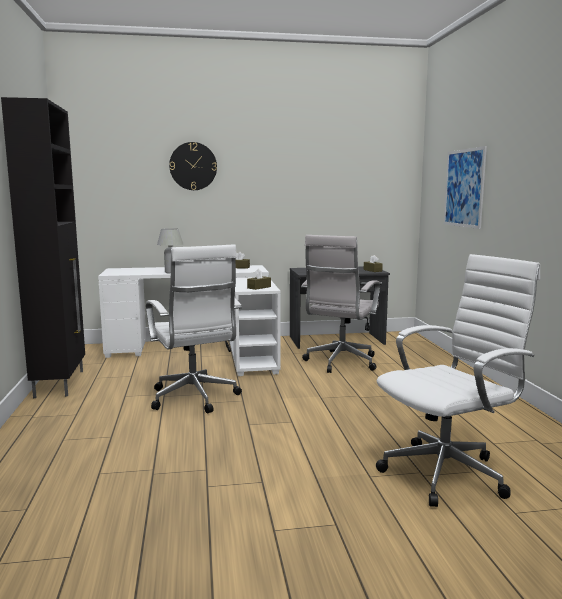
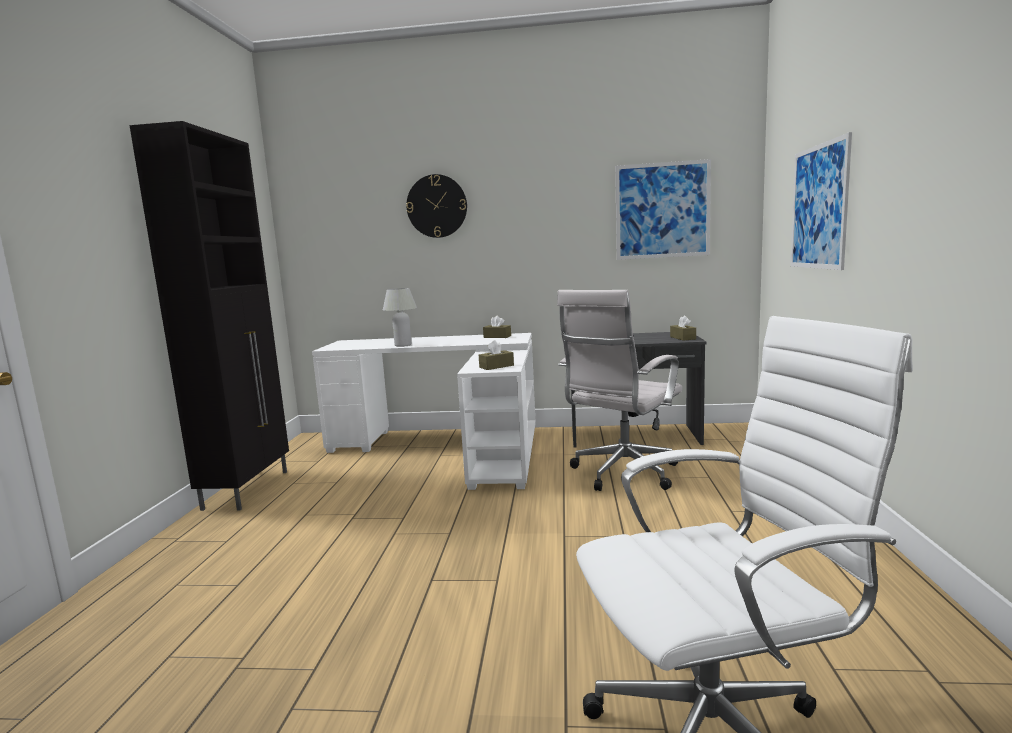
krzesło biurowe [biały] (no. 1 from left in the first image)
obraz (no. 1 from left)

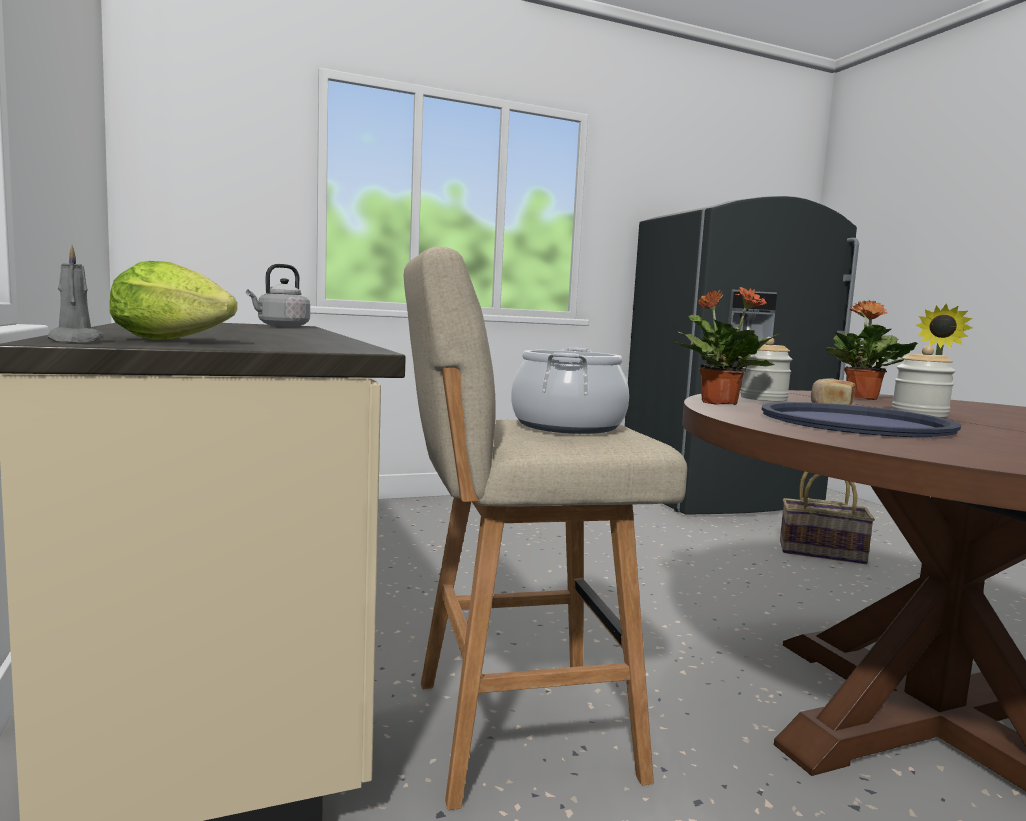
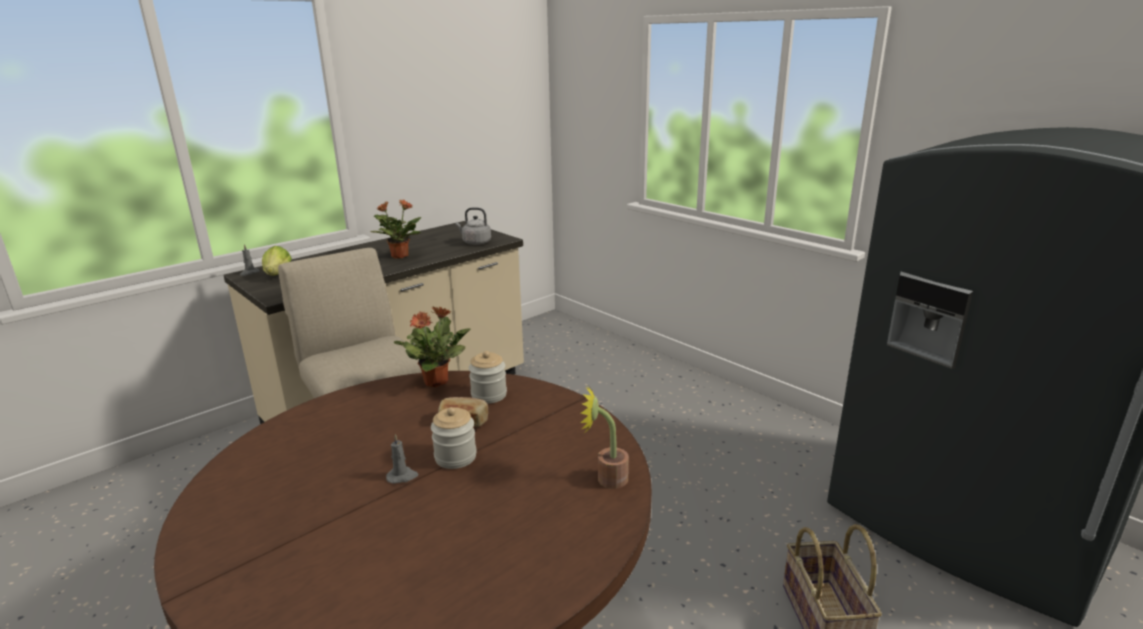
garnek
taca [niebieski]
roślina doniczkowa (no. 1 from left)
świeca [szary] (no. 2 from left)

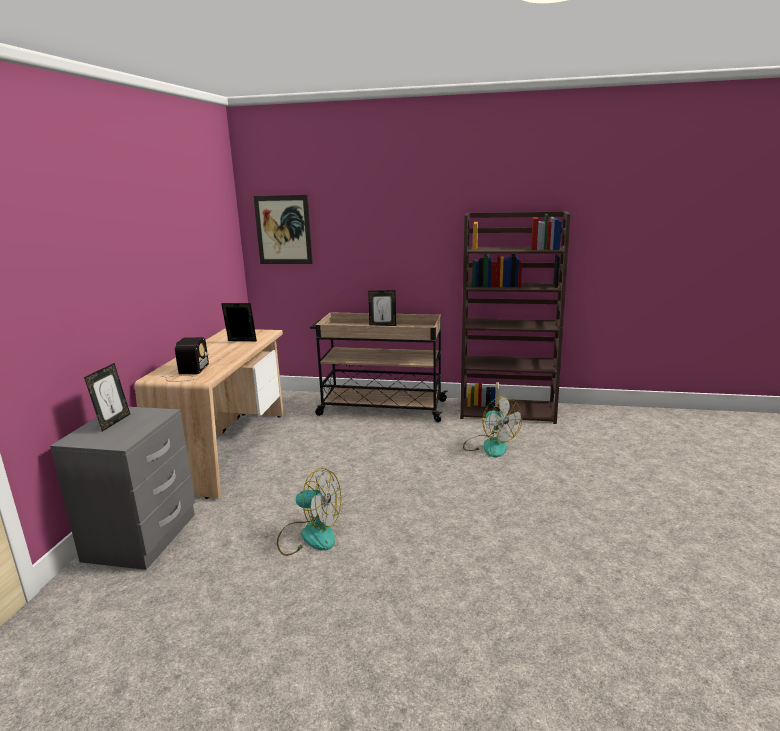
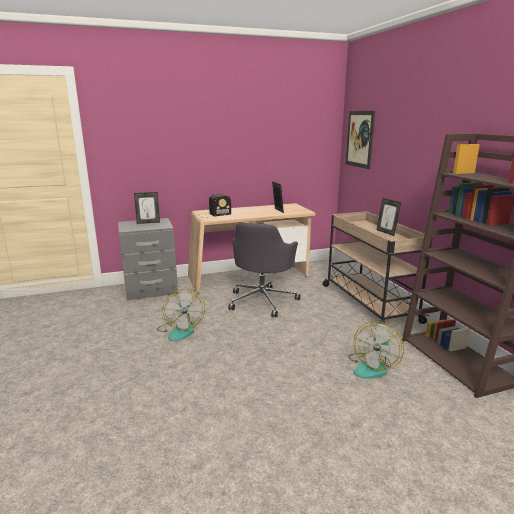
krzesło biurowe [szary]

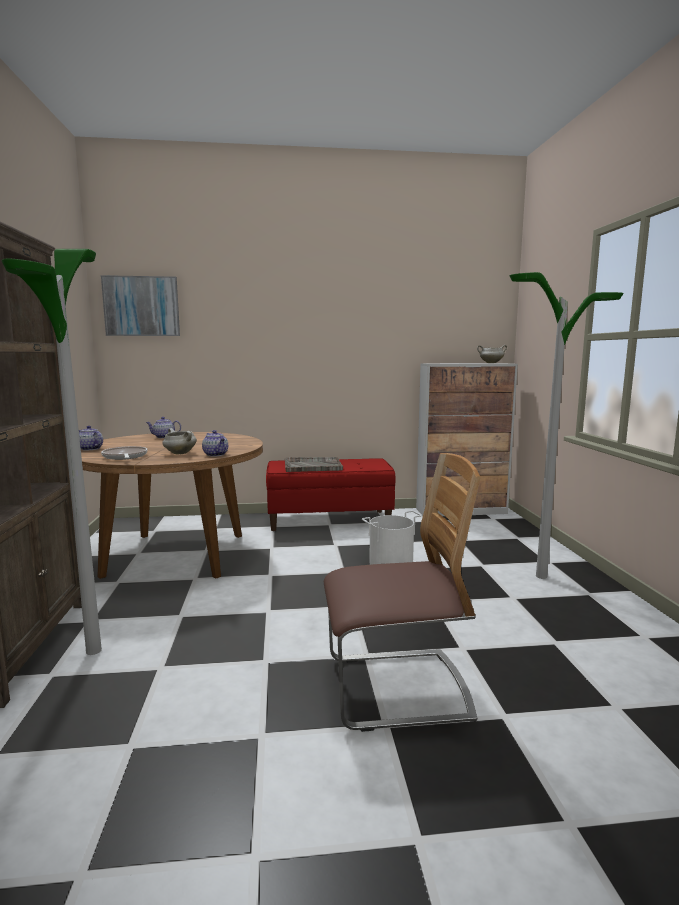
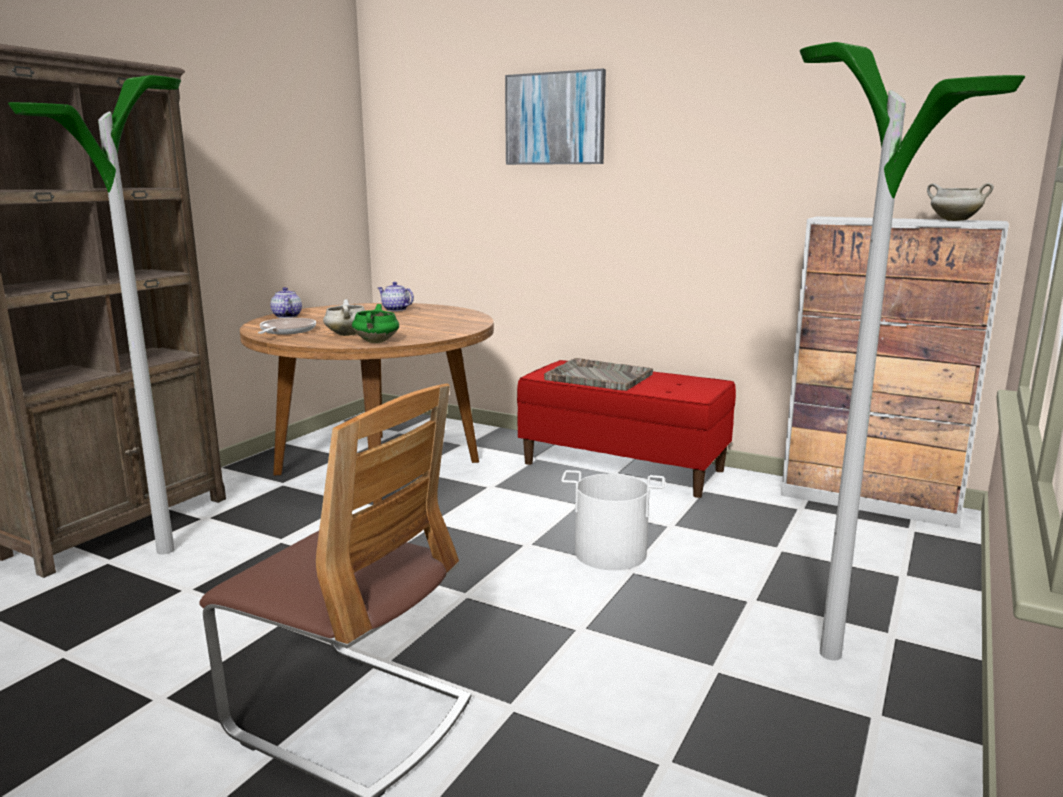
obraz
garnek [zielony]

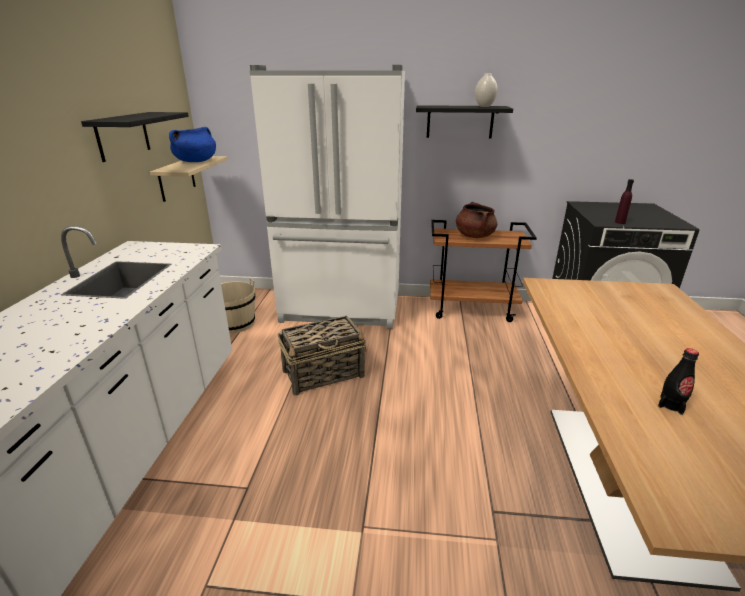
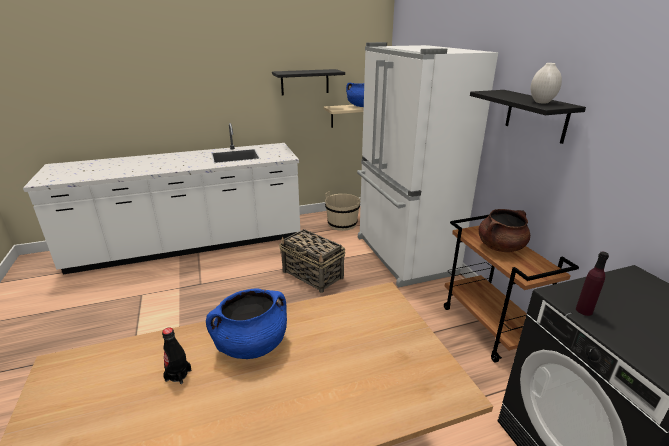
garnek [niebieski] (no. 1 from left)

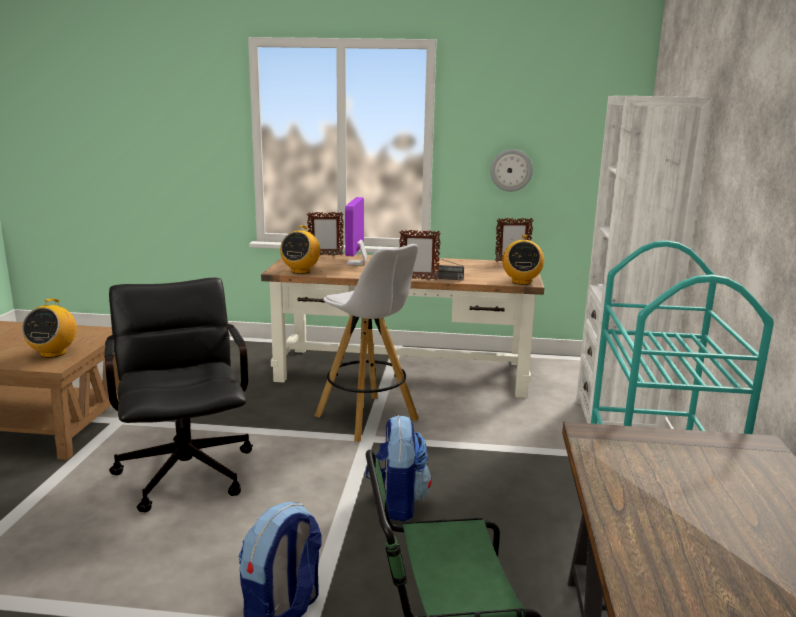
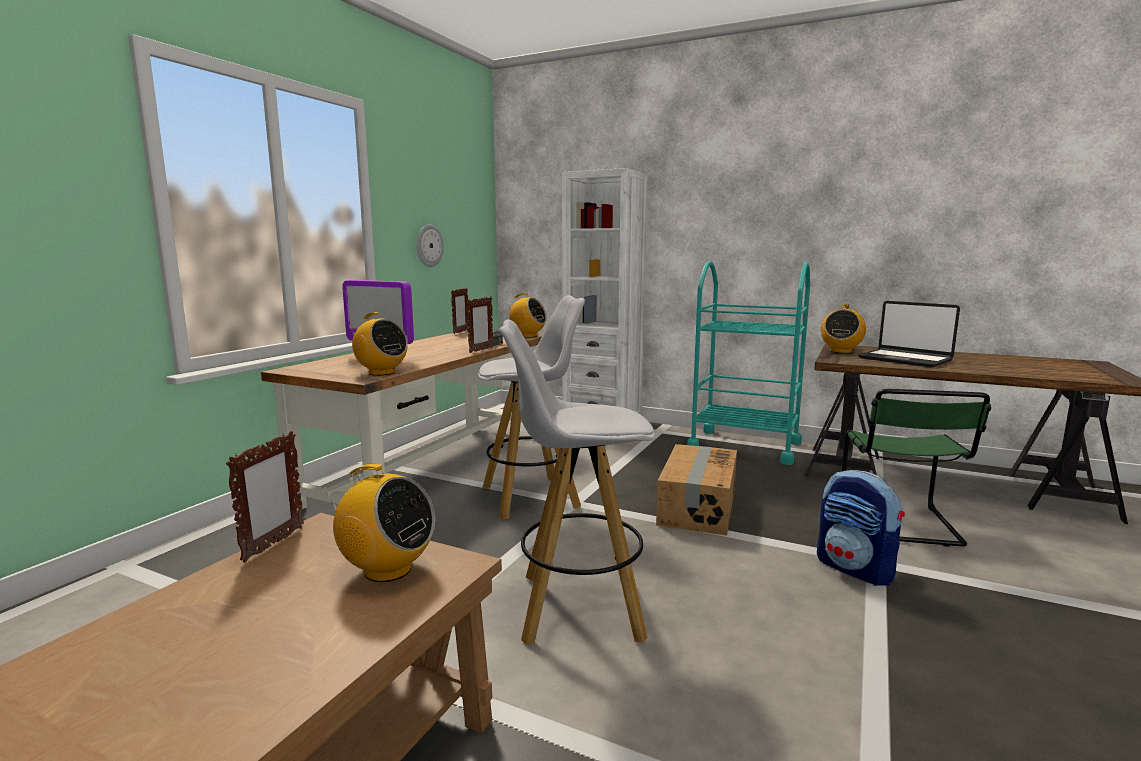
stołek [biały] (no. 2 from left)
ramka na zdjęcie (no. 1 from left)
karton
radio (no. 5 from left)
laptop

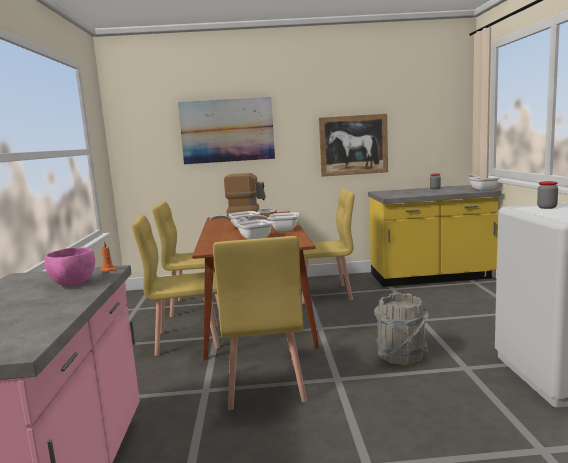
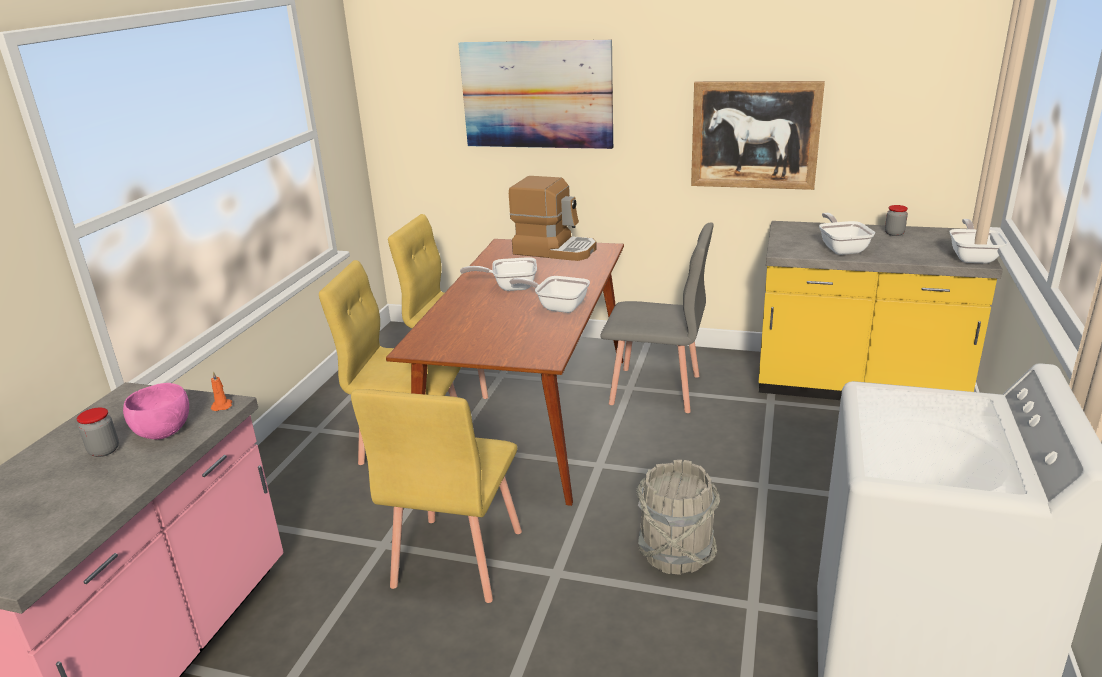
patelnia (no. 3 from left)
krzesło [szary]
słoik (no. 1 from left)

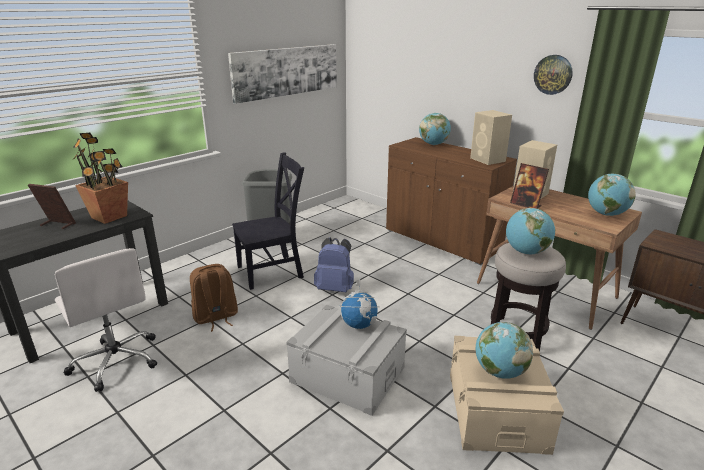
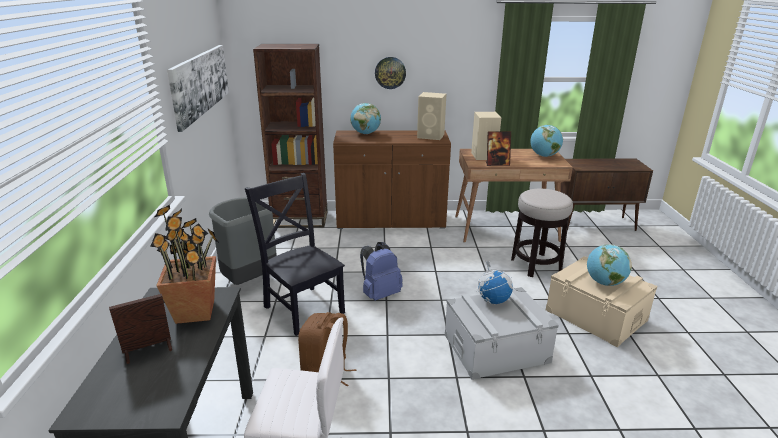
krzesło [czarny]
globus (no. 4 from left in the first image)
zegar ścienny
regał [brązowy]

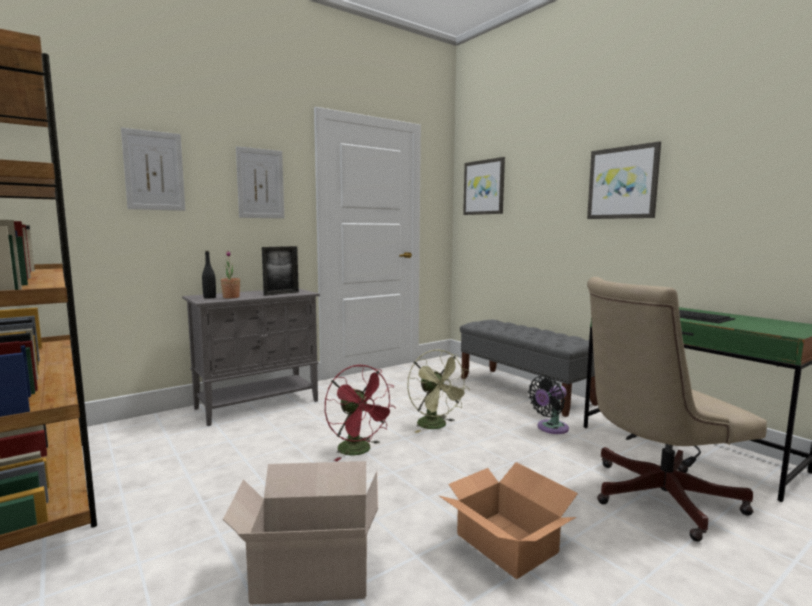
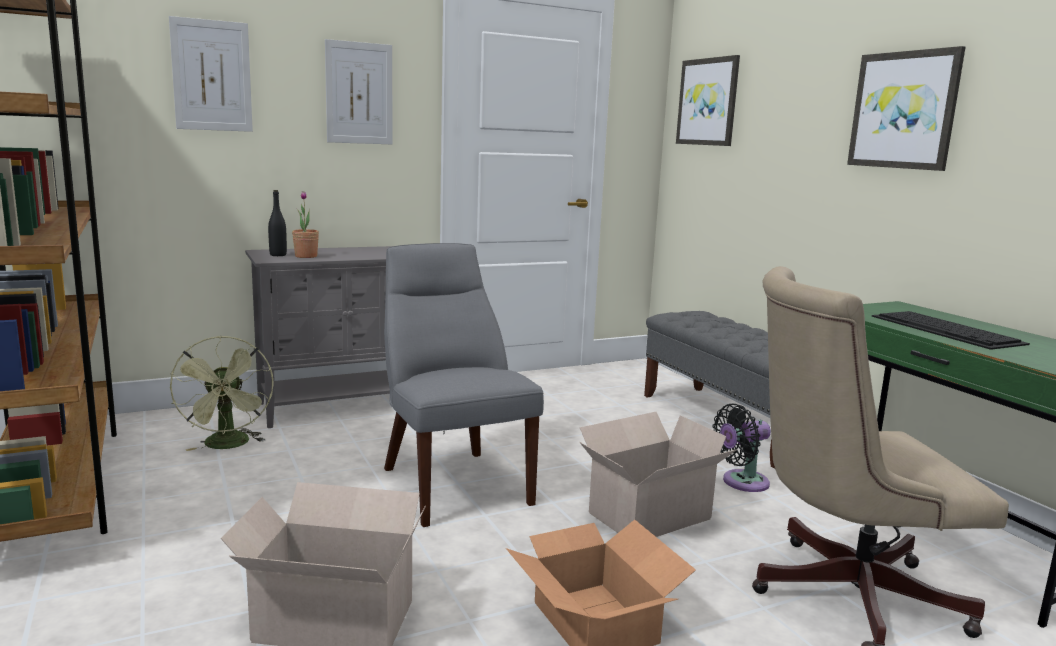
ramka na zdjęcie
krzesło [szary]
wentylator [zielony]
karton (no. 3 from left)

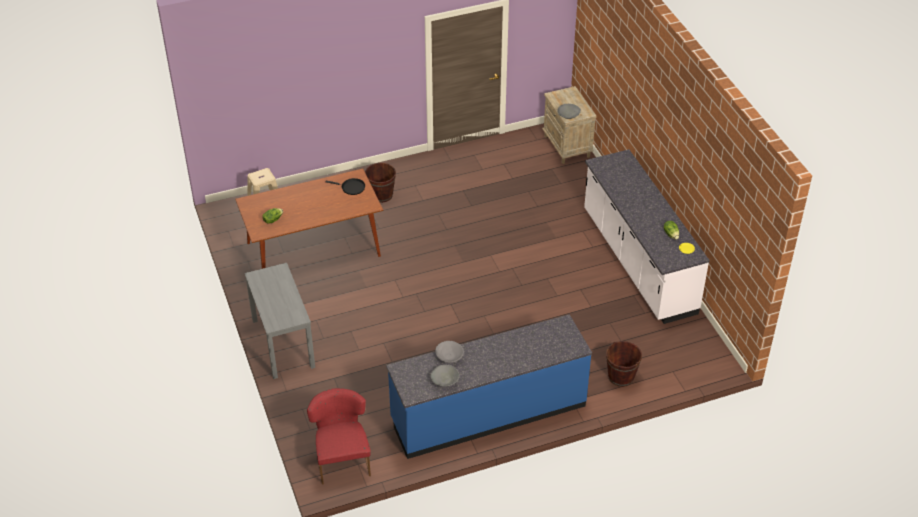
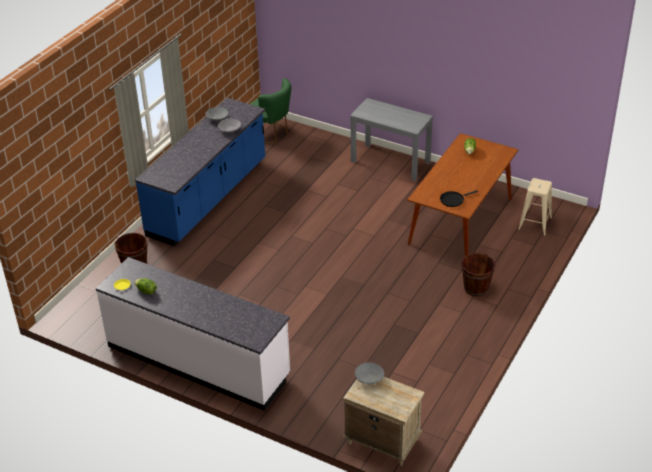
krzesło [zielony]

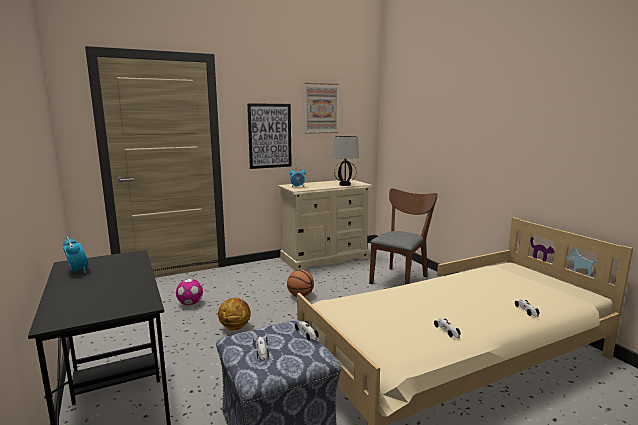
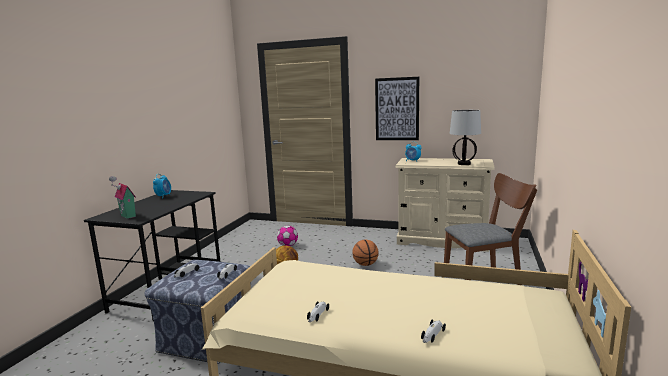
obraz (no. 2 from left in the first image)
domek

